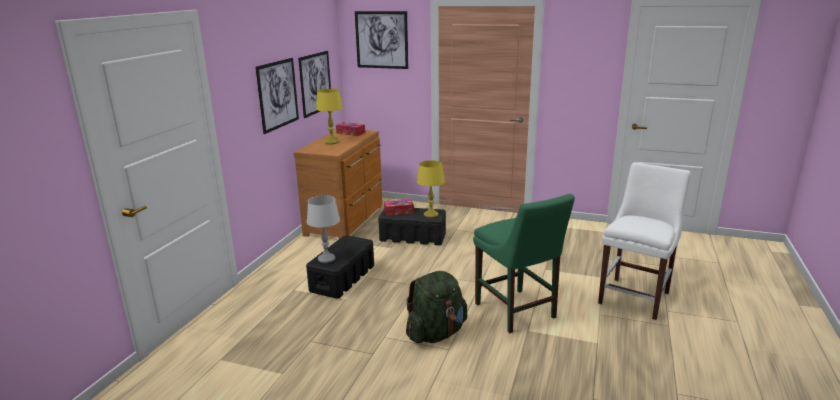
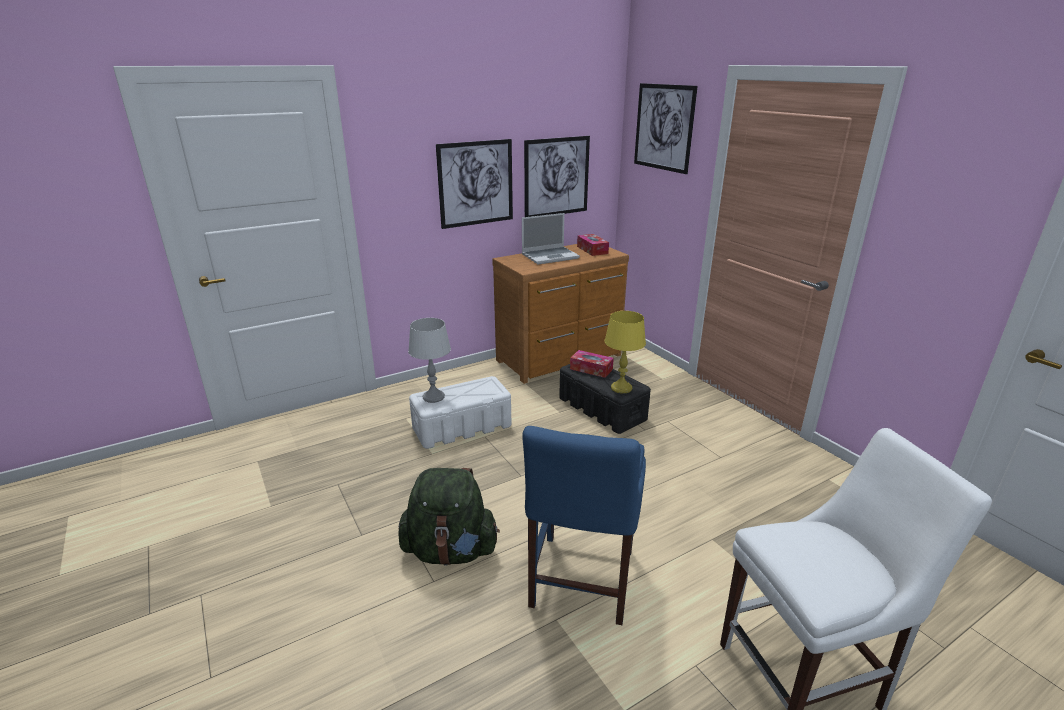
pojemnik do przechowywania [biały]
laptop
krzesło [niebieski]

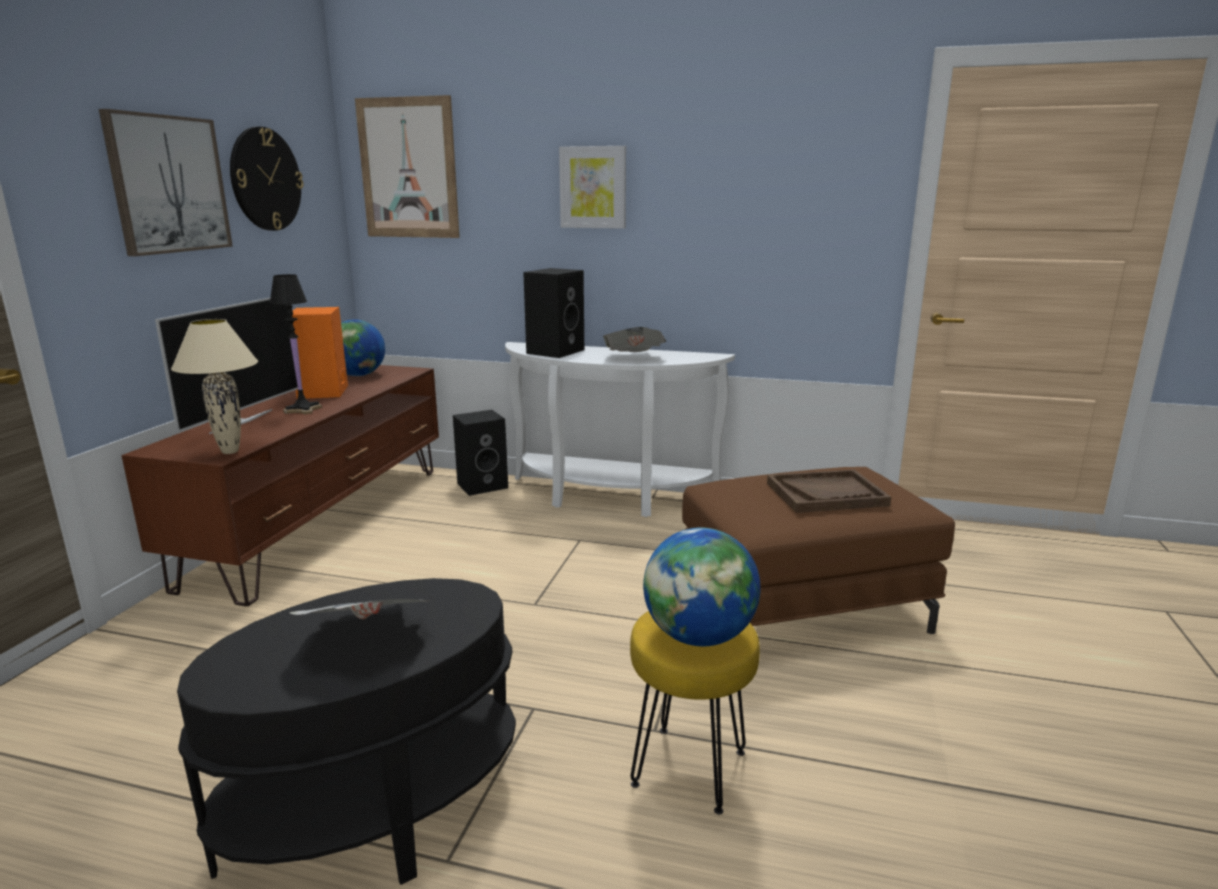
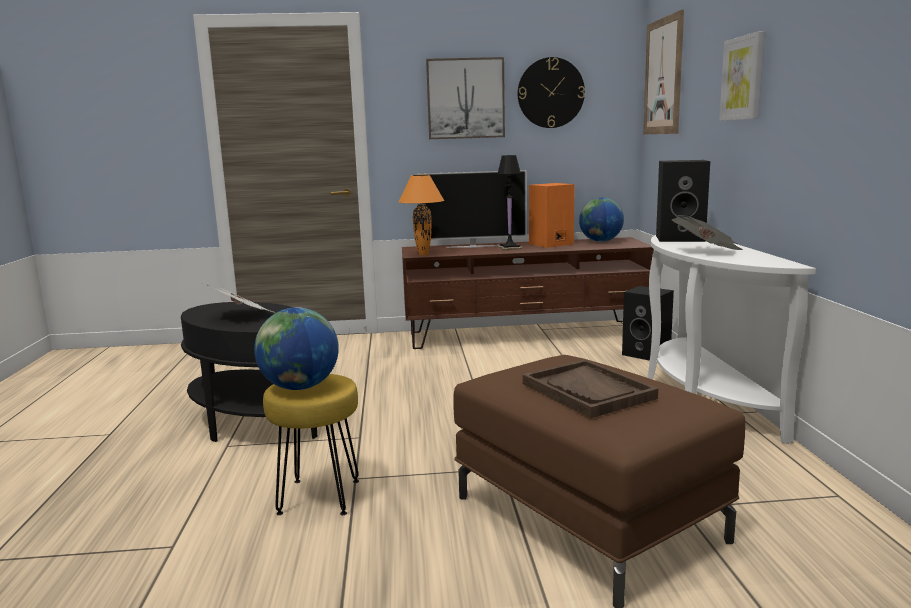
lampa stołowa [pomarańczowy]

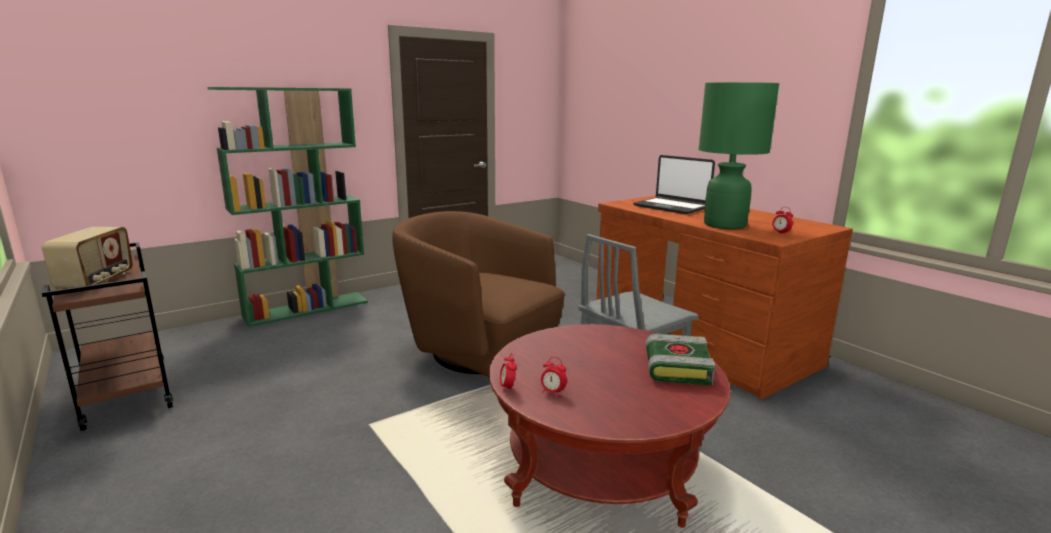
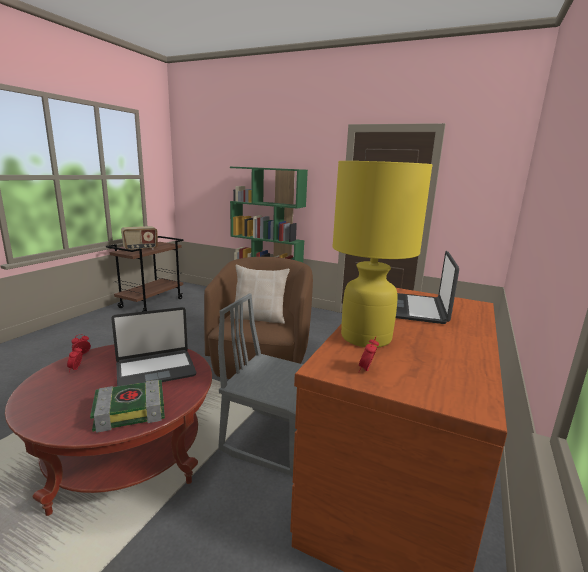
lampa stołowa [żółty]
laptop (no. 1 from left)
poduszka [beżowy]

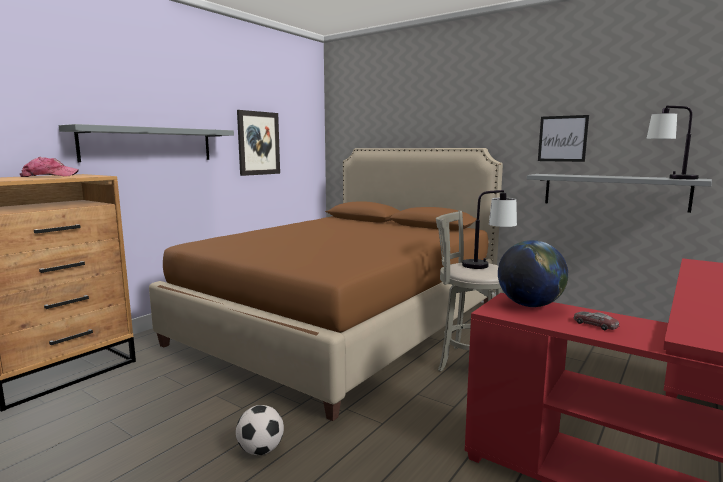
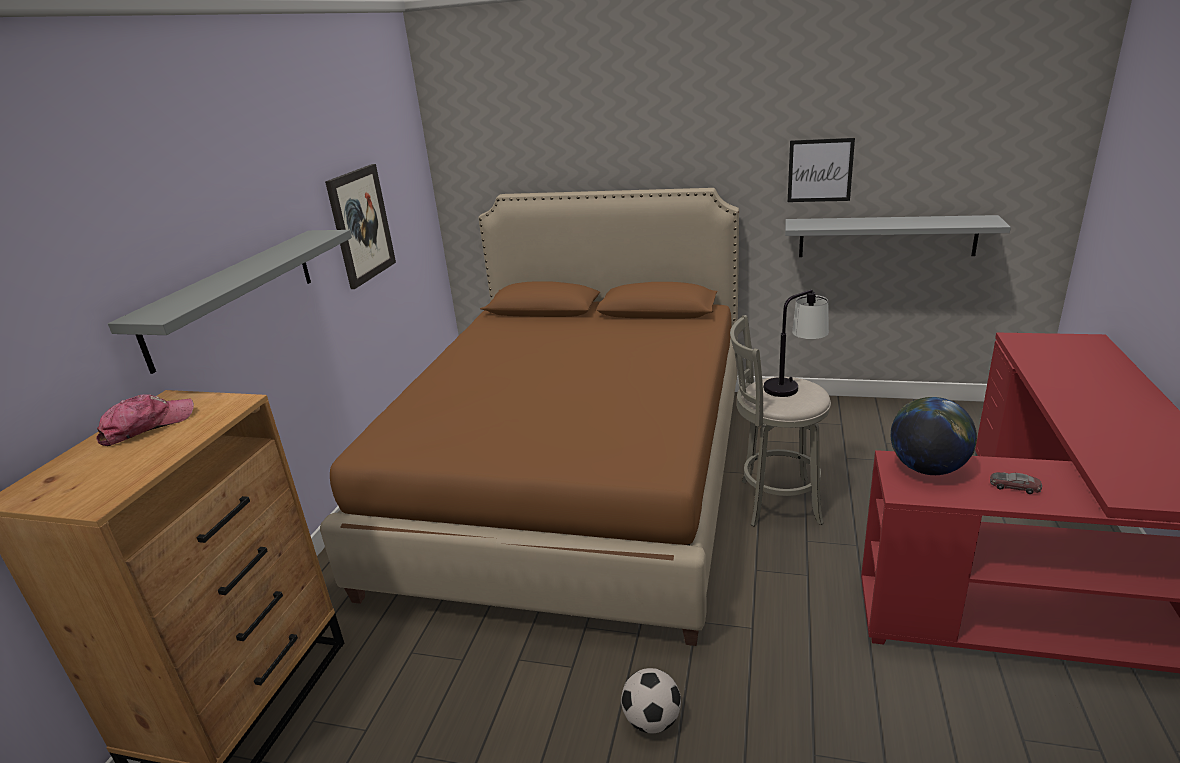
lampa stołowa (no. 2 from left in the first image)

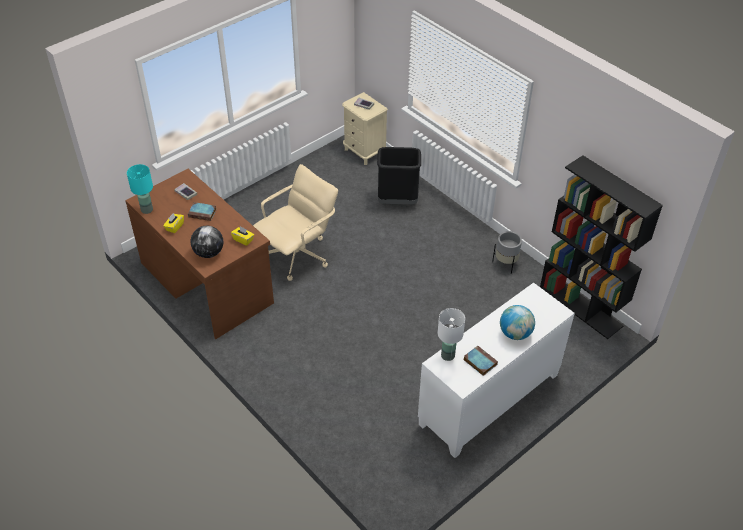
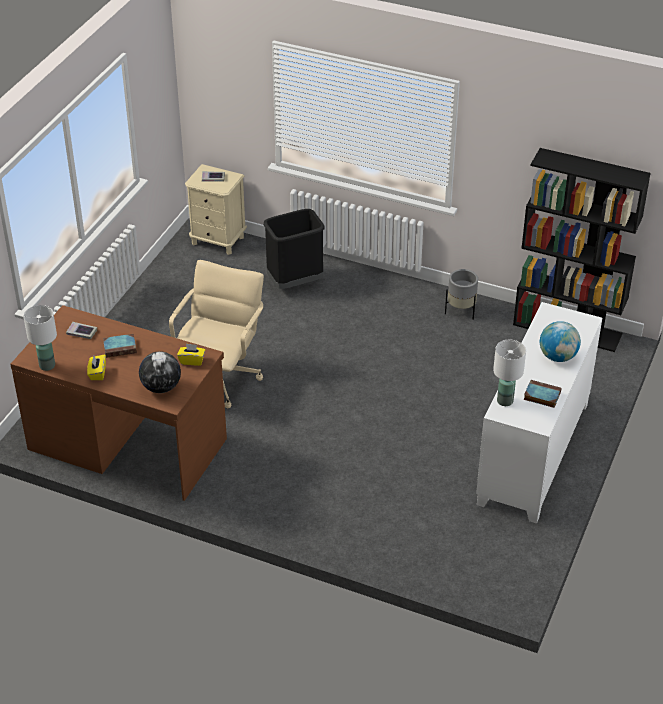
lampa stołowa [biały] (no. 1 from left)

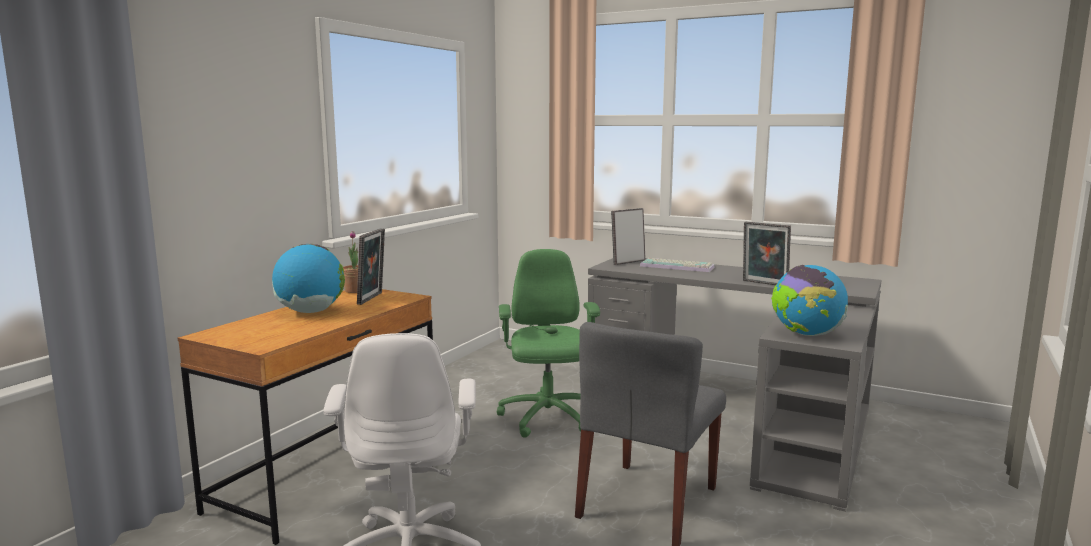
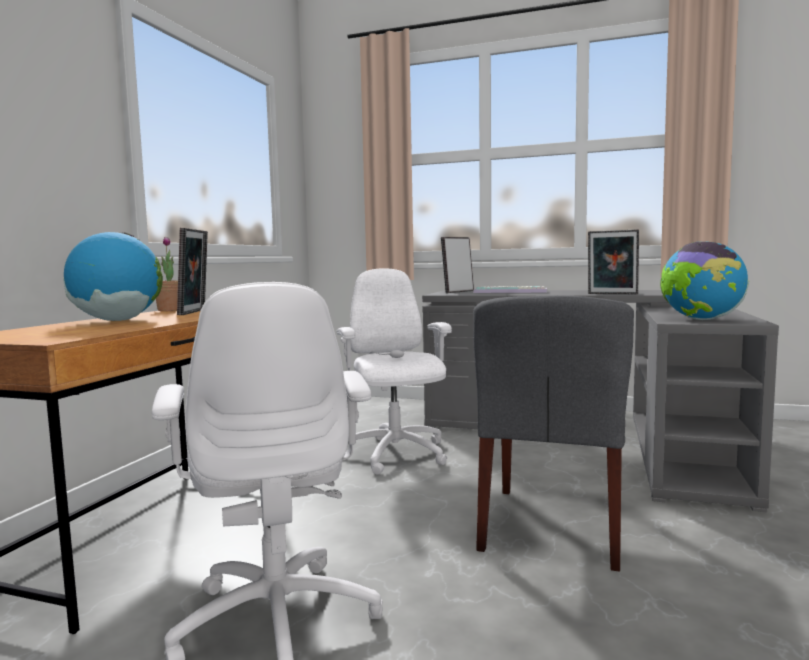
krzesło biurowe [biały] (no. 2 from left)

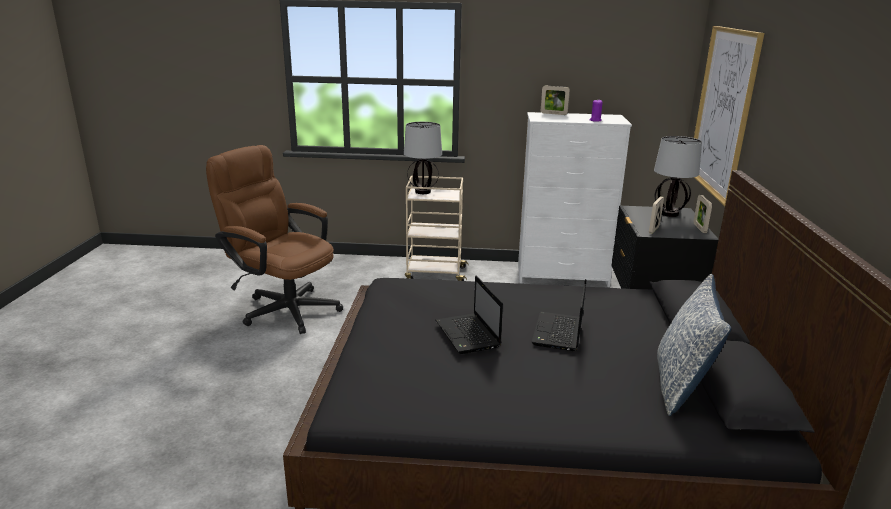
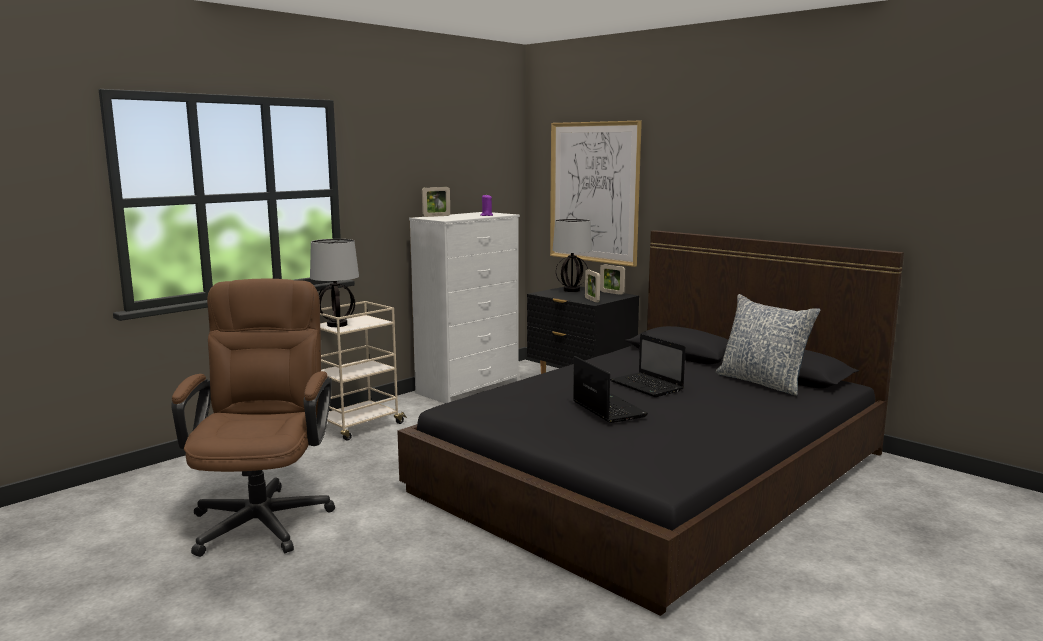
krzesło biurowe [brązowy]
laptop (no. 1 from left)

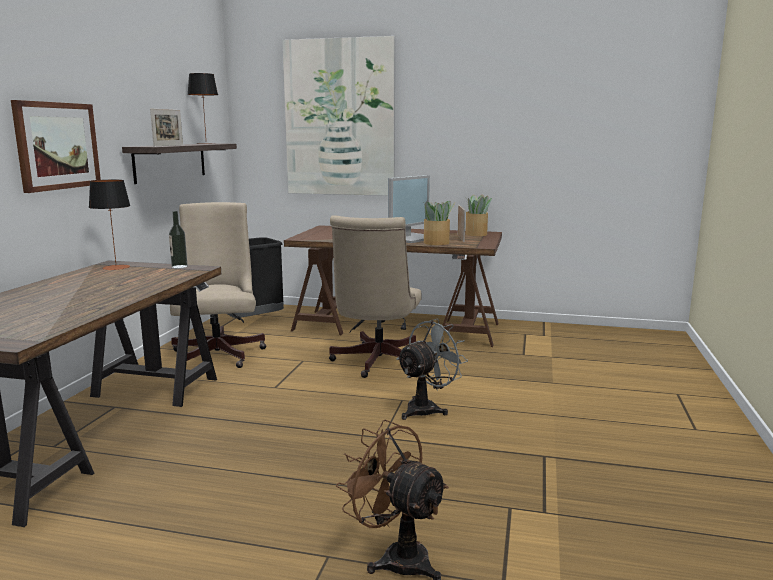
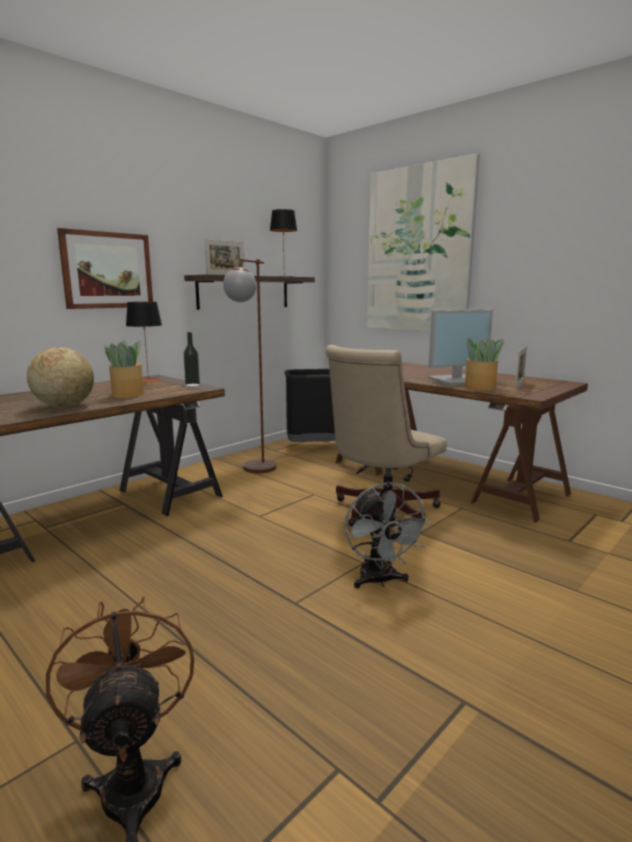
lampa stojąca [brązowy]
wentylator [szary]
roślina doniczkowa (no. 1 from left)
globus

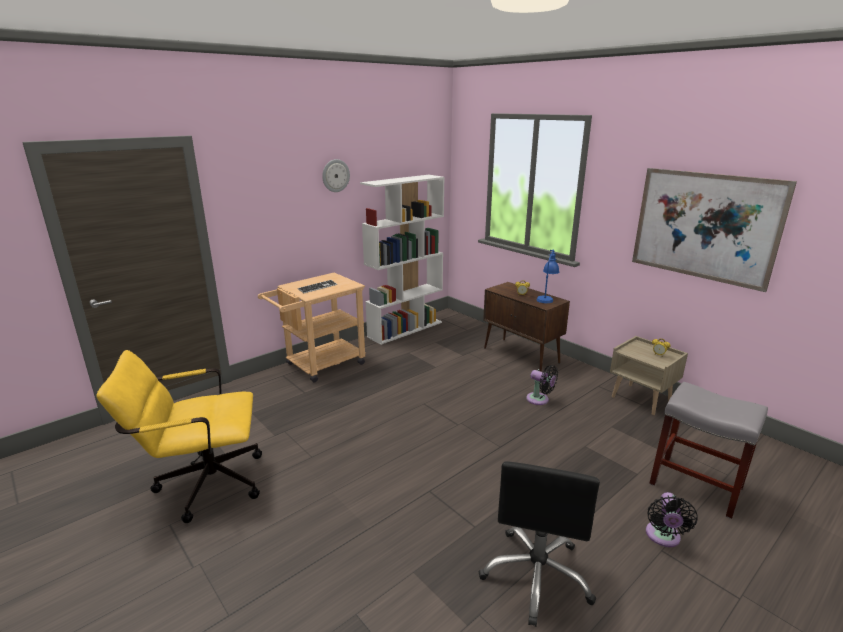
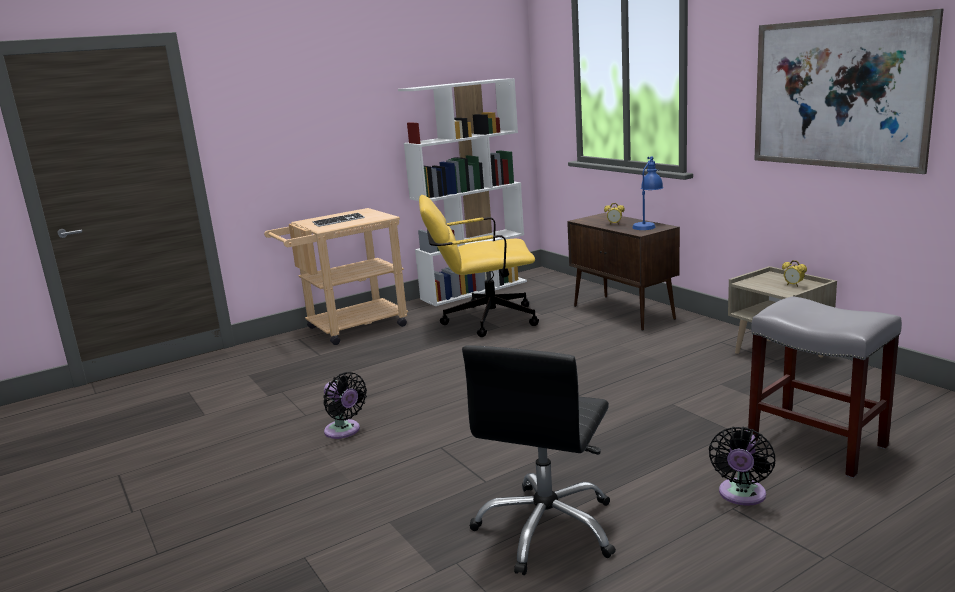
krzesło biurowe [żółty]
zegar ścienny
wentylator [czarny] (no. 1 from left)

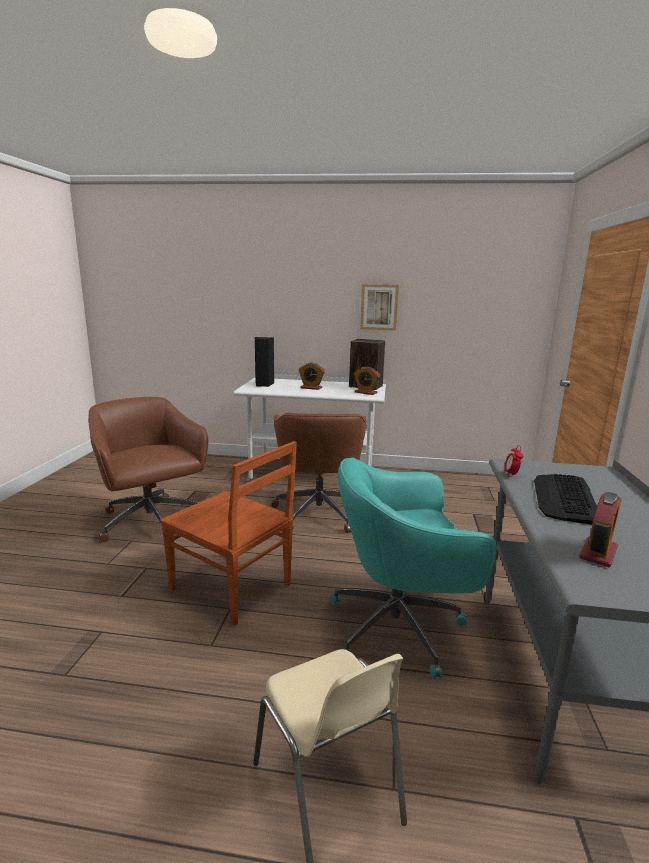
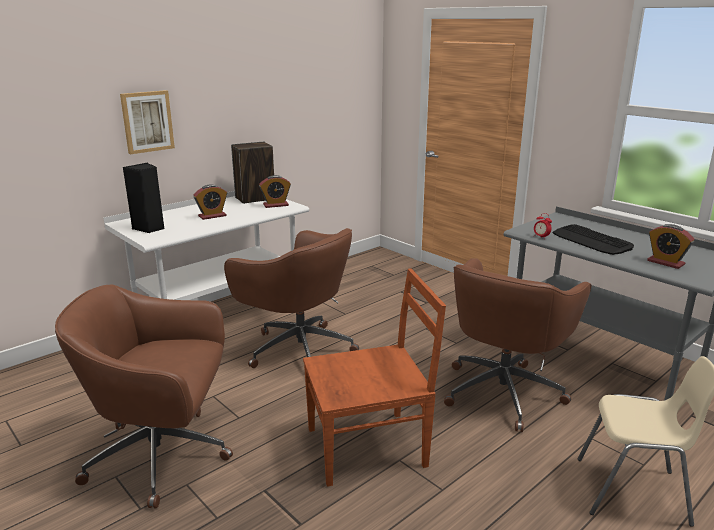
krzesło biurowe [brązowy] (no. 3 from left)
obraz
budzik (no. 4 from left)

